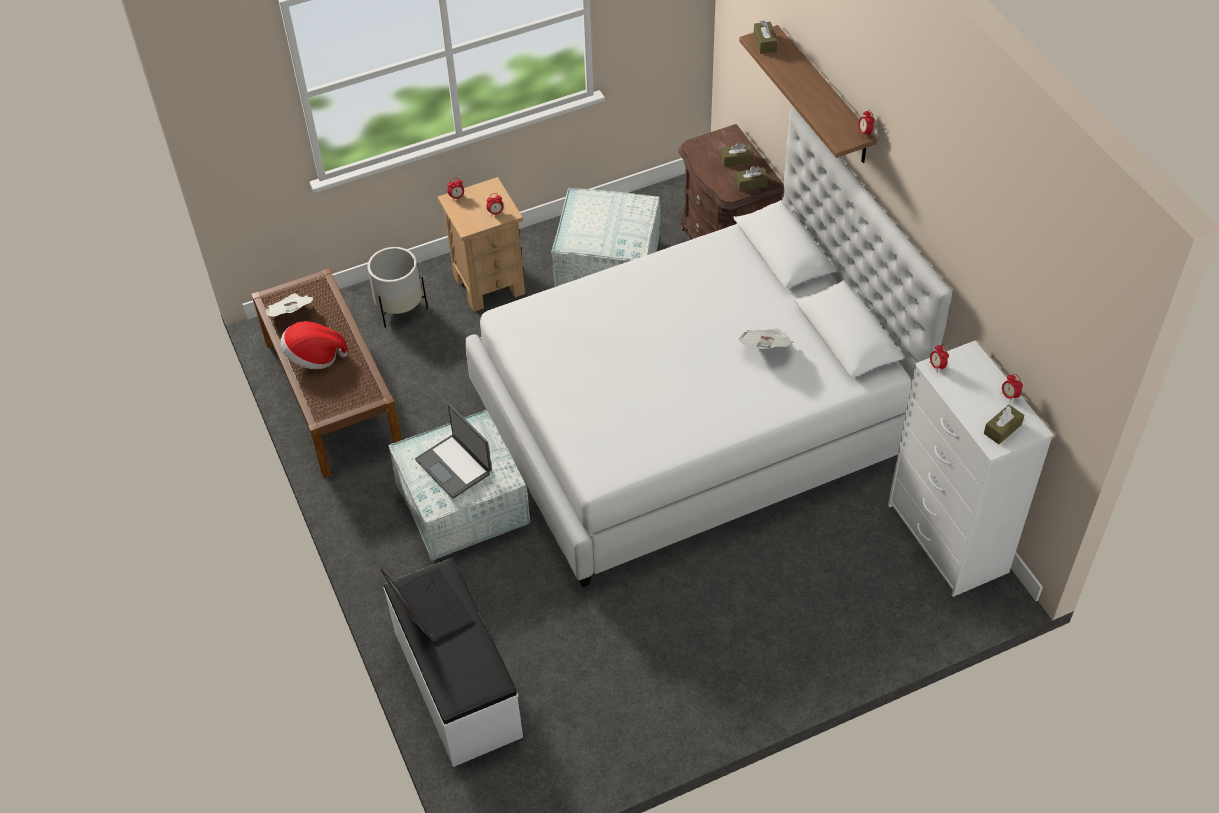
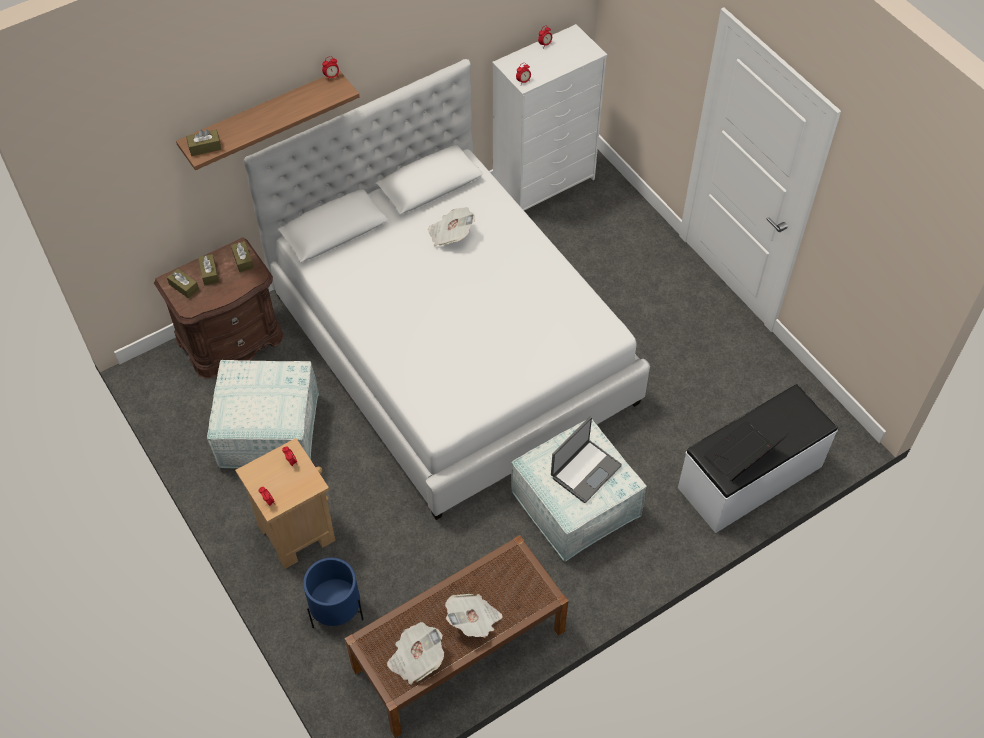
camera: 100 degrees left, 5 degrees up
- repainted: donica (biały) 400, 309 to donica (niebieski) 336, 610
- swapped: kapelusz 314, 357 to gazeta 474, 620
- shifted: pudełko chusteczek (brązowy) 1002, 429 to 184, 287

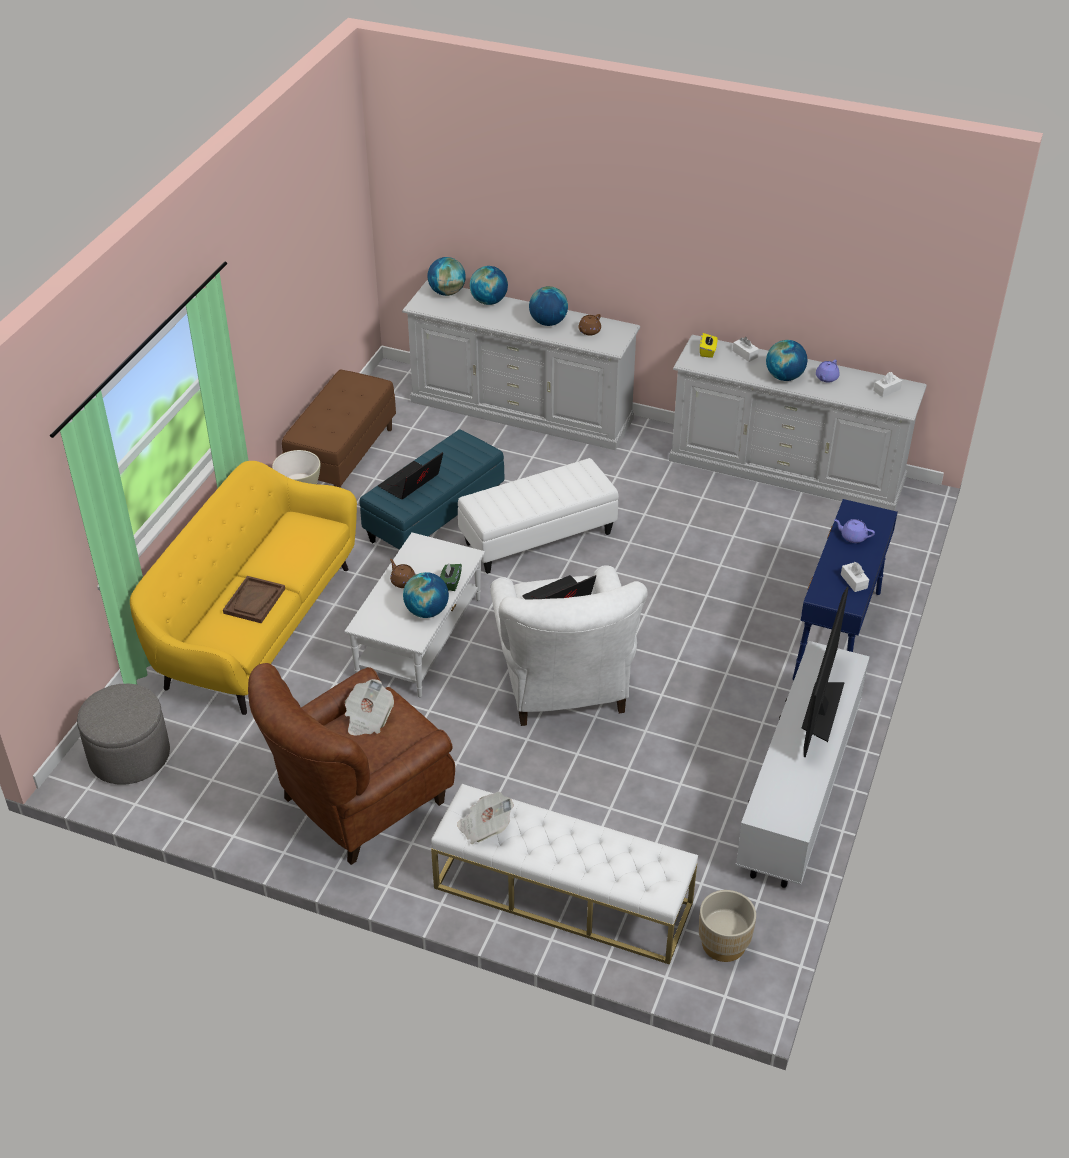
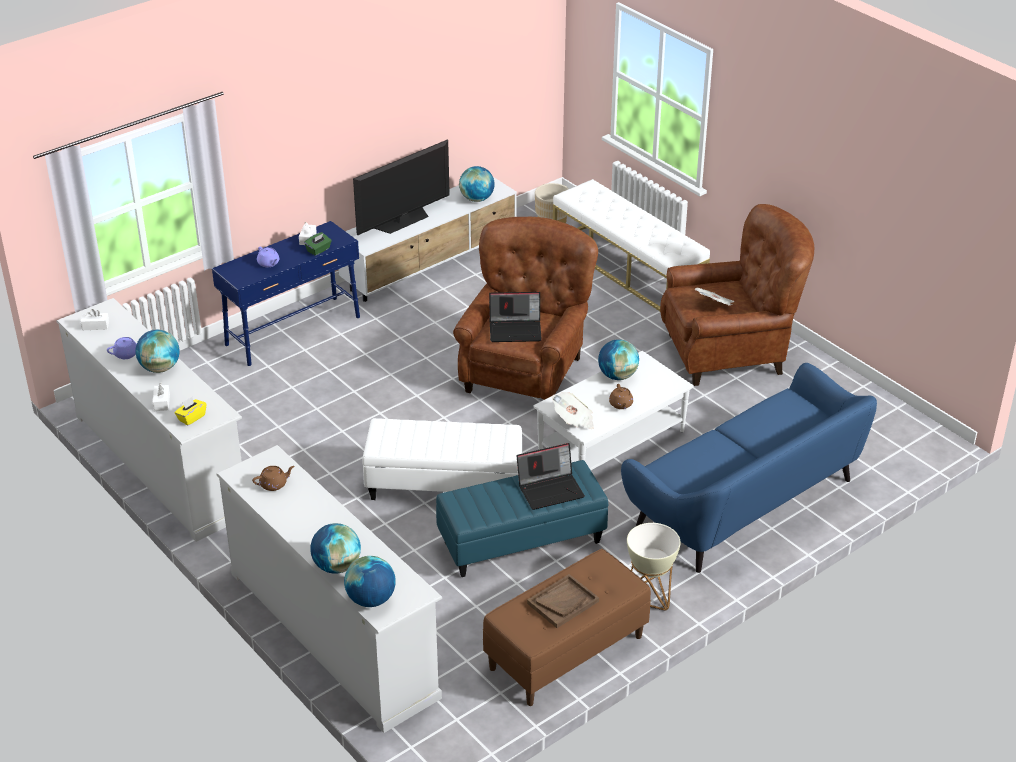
camera: 150 degrees left, 5 degrees down
- shifted: globus 548, 322 to 477, 199
- repainted: kanapa (żółty) 256, 626 to kanapa (niebieski) 747, 504
- shifted: pudełko chusteczek (zielony) 450, 583 to 318, 250
- repainted: fotel (biały) 564, 685 to fotel (brązowy) 525, 371
- shifted: taca (brązowy) 254, 601 to 563, 602
- gone: pufa (szary) 129, 756
- shifted: gazeta 485, 827 to 574, 420

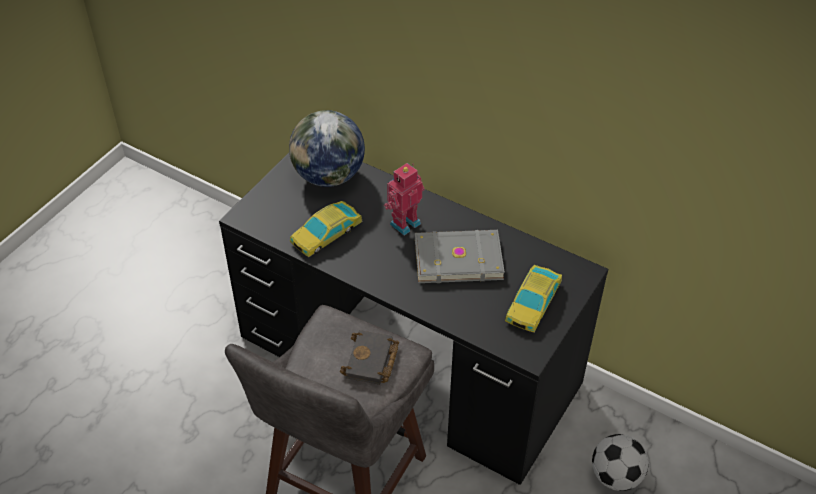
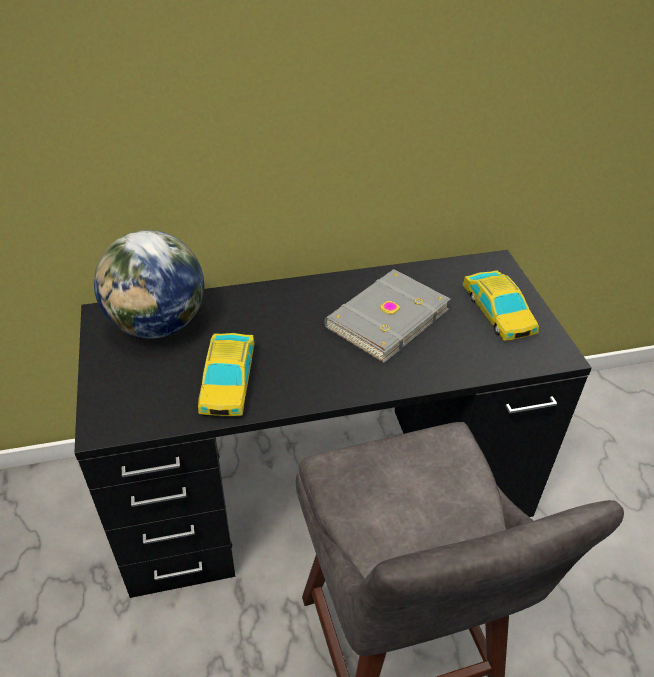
camera: 45 degrees left, 5 degrees down
- gone: robot zabawkowy 403, 223
- gone: książka (czarny) 371, 362
- gone: piłka futbolowa 616, 476

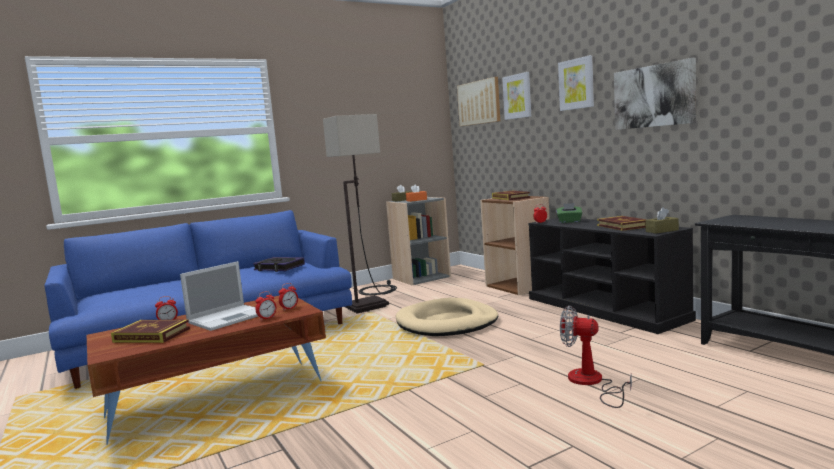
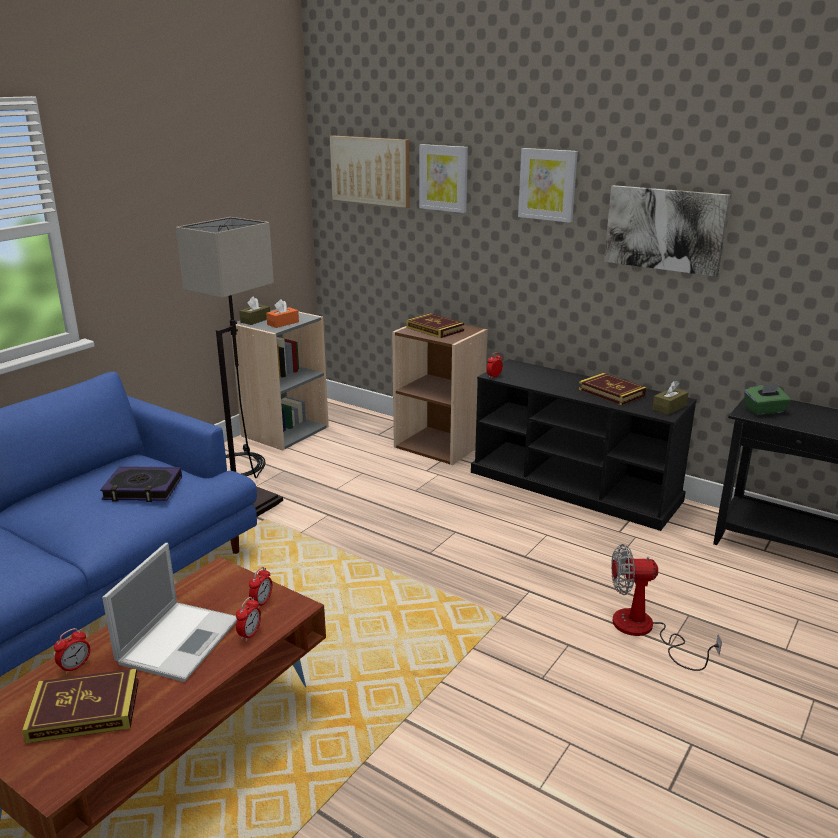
camera: 25 degrees left, 15 degrees up
- shifted: pudełko chusteczek (zielony) 569, 221 to 764, 411
- gone: legowisko (beżowy) 447, 323

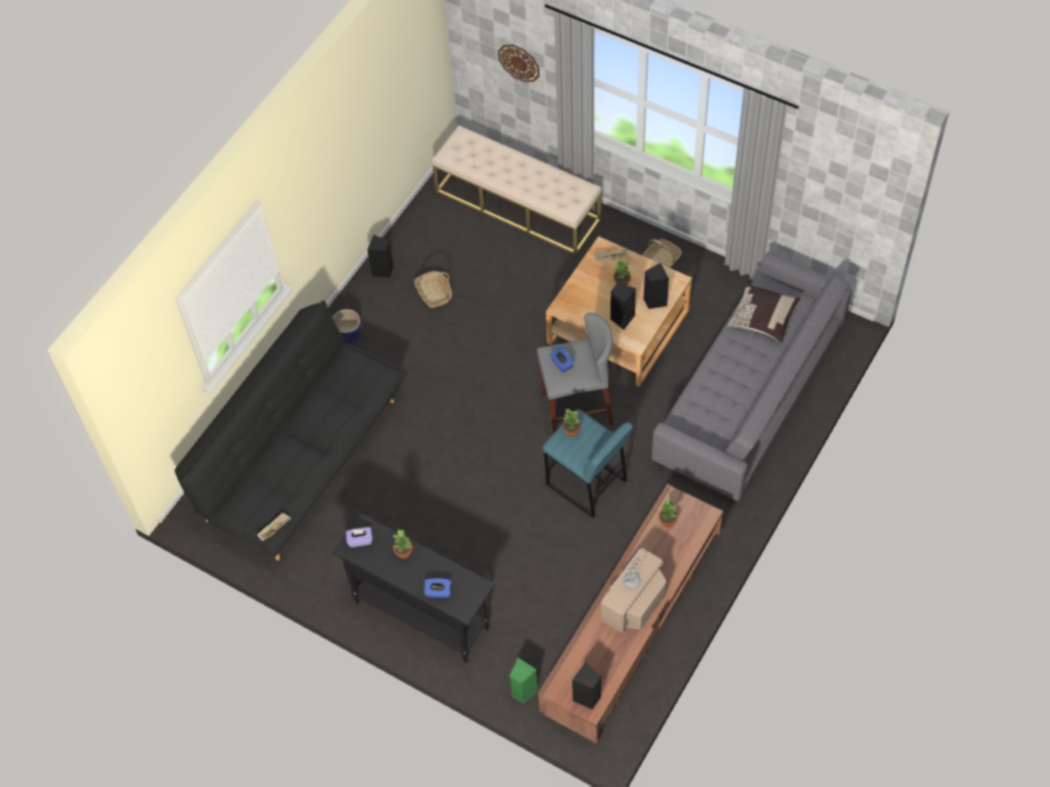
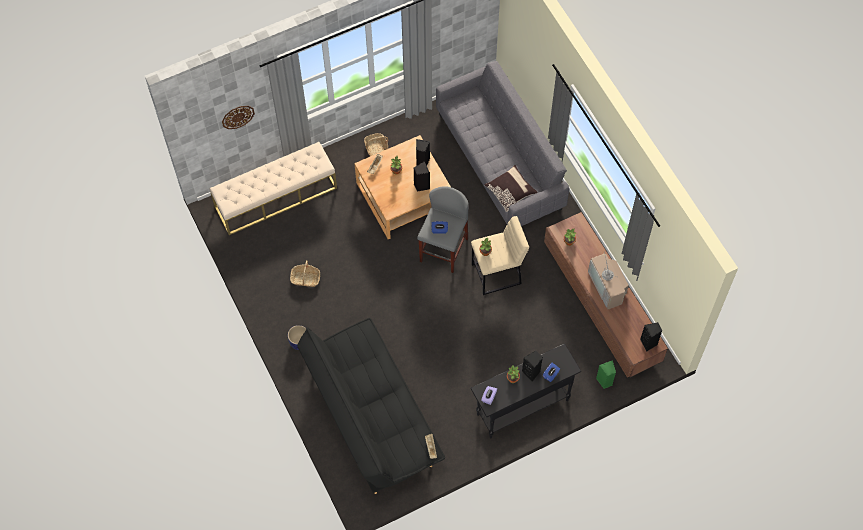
camera: 60 degrees left, 5 degrees up
- shifted: głośnik (czarny) 383, 271 to 532, 372
- shifted: poduszka 763, 318 to 510, 192
- repainted: stołek (niebieski) 588, 484 to stołek (beżowy) 497, 273

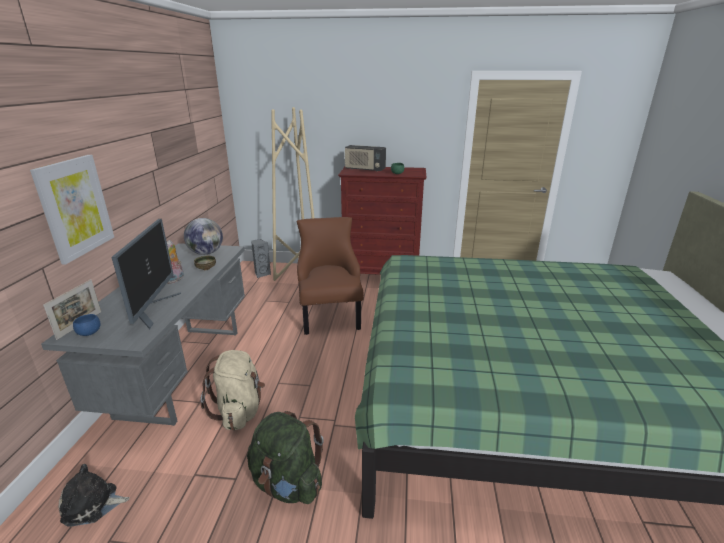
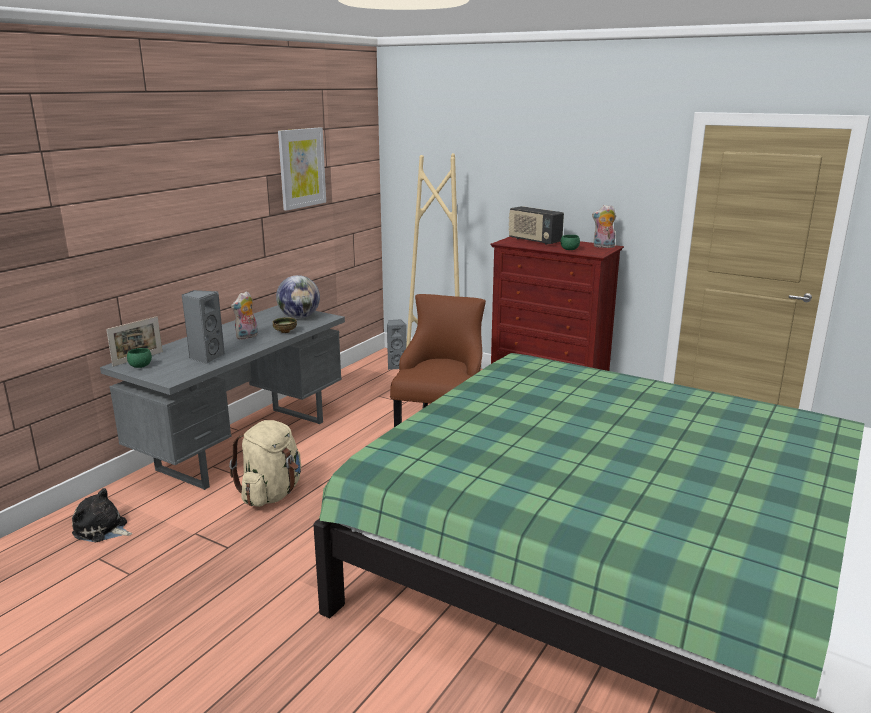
camera: 25 degrees right, 5 degrees down
- shifted: obraz 75, 207 to 301, 168
- swapped: monitor 153, 309 to głośnik (szary) 206, 357
- repainted: miska (niebieski) 89, 333 to miska (zielony) 140, 366
- gone: plecak (zielony) 287, 484
- new: pluszak 603, 247

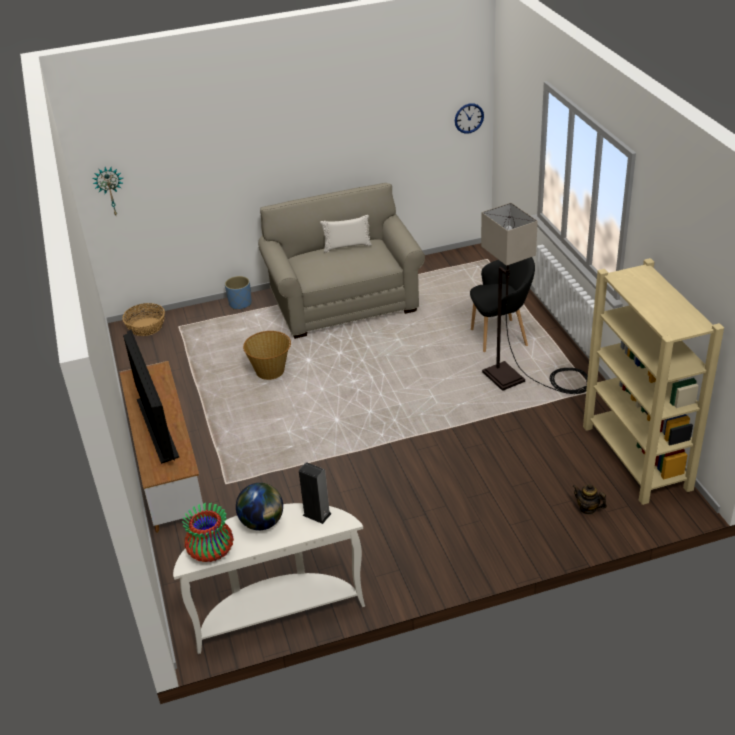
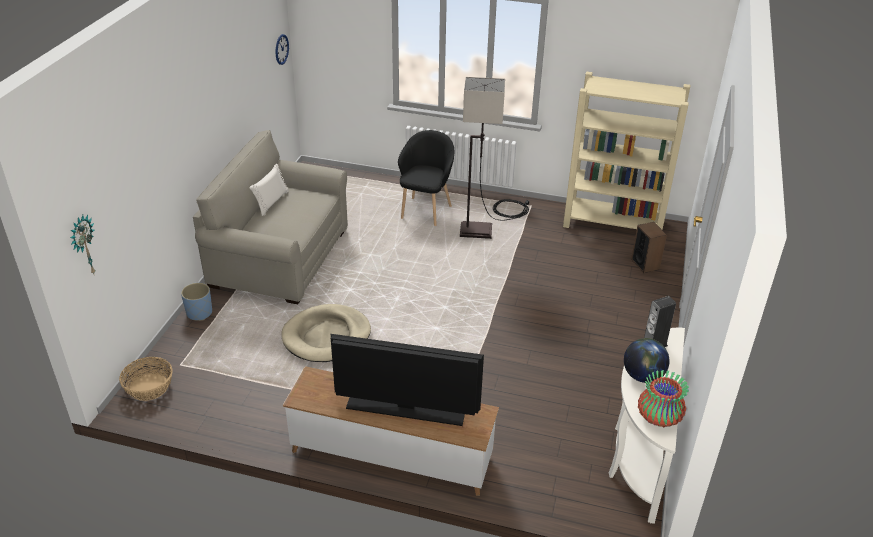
camera: 60 degrees left, 0 degrees up
- swapped: koszyk 270, 371 to legowisko (beżowy) 326, 336
- swapped: imbryk 588, 509 to głośnik 645, 264

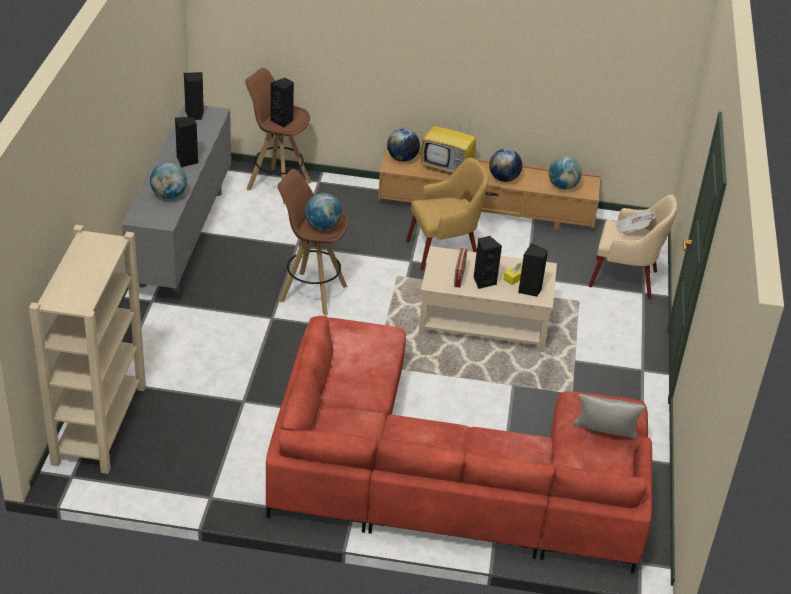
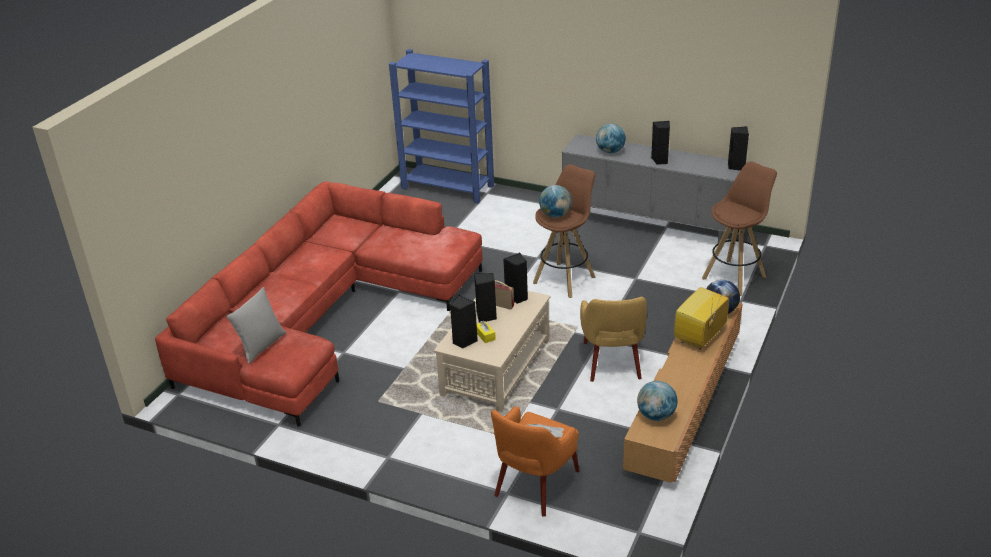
camera: 110 degrees right, 5 degrees down
- shifted: głośnik (czarny) 283, 121 to 517, 297
- gone: globus 504, 178
- repainted: fotel (beżowy) 625, 279 to fotel (pomarańczowy) 535, 484
- repainted: regał (beżowy) 99, 424 to regał (niebieski) 448, 187

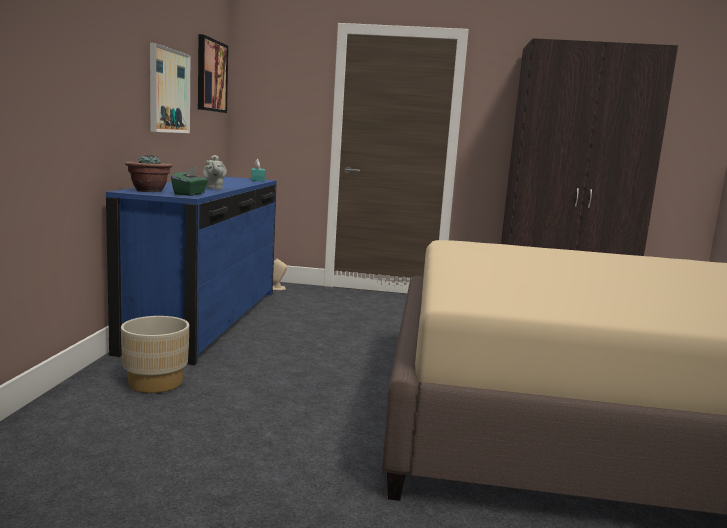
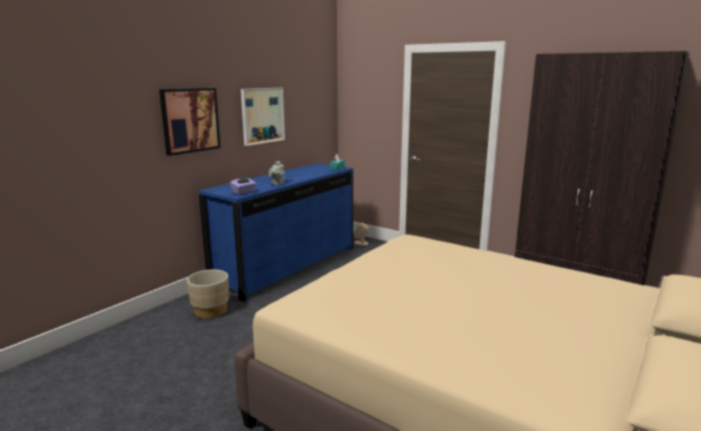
camera: 30 degrees right, 5 degrees up
- shifted: obraz 211, 76 to 190, 120
- gone: roślina doniczkowa 149, 191
- repainted: pudełko chusteczek (zielony) 190, 194 to pudełko chusteczek (fioletowy) 244, 193

